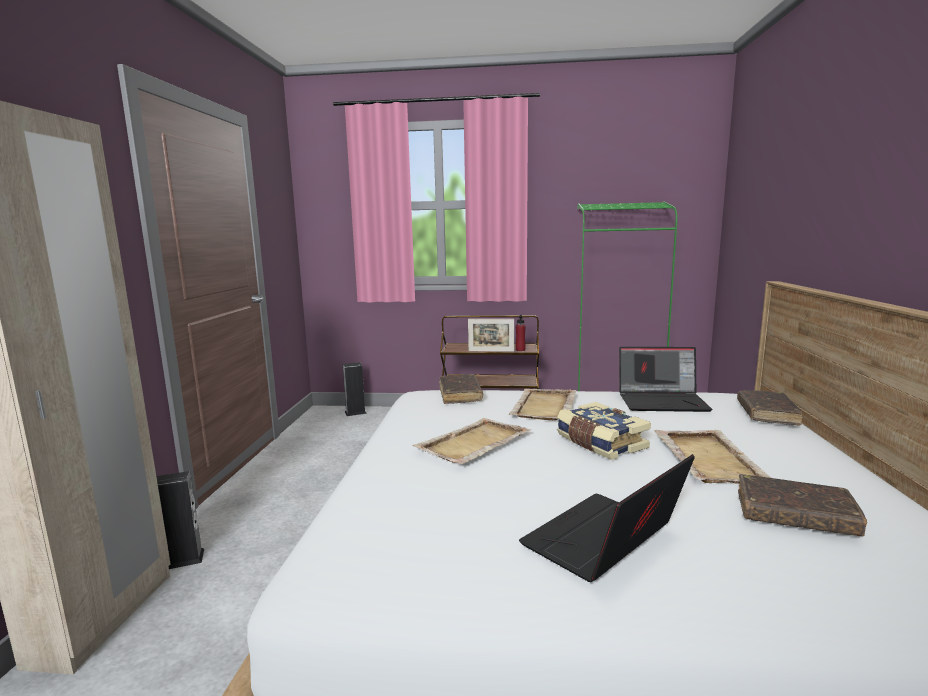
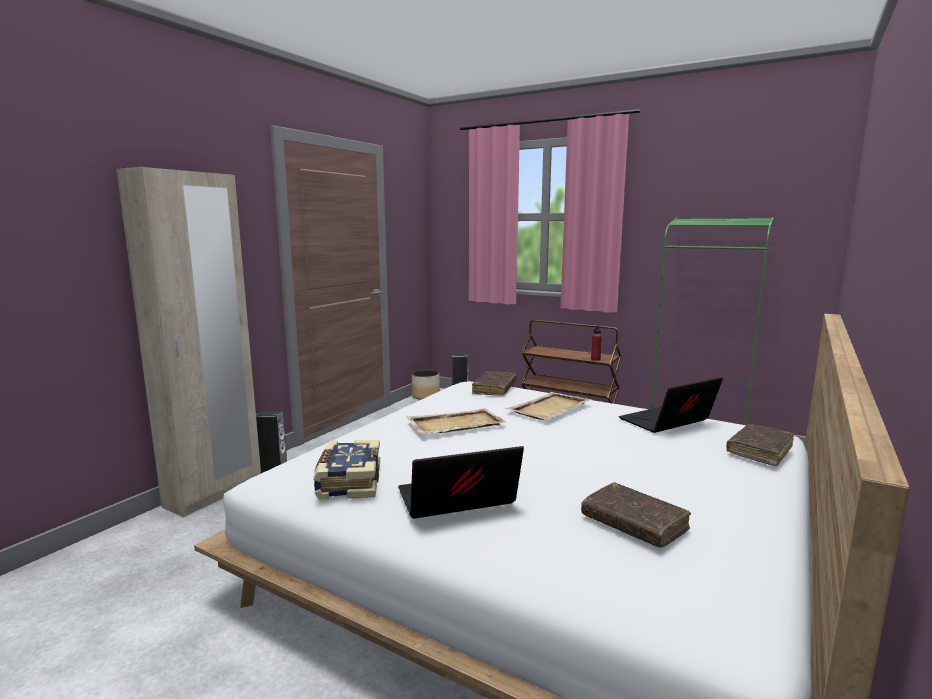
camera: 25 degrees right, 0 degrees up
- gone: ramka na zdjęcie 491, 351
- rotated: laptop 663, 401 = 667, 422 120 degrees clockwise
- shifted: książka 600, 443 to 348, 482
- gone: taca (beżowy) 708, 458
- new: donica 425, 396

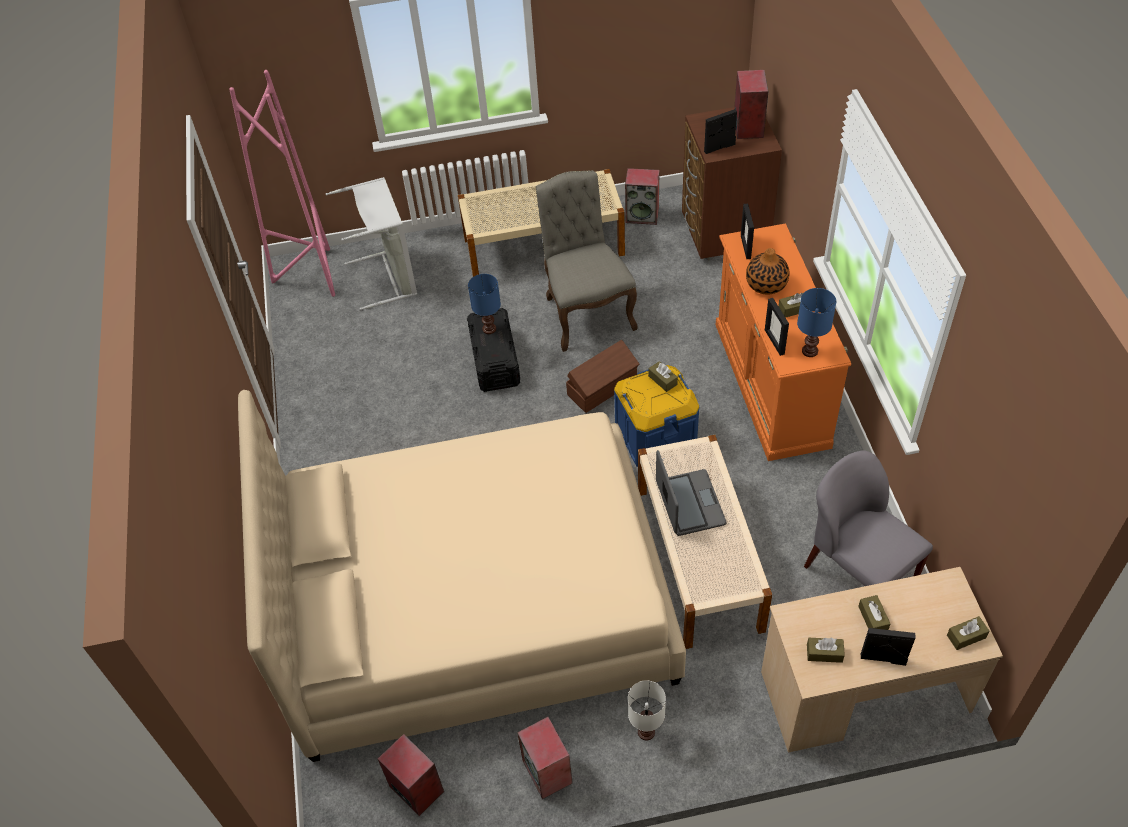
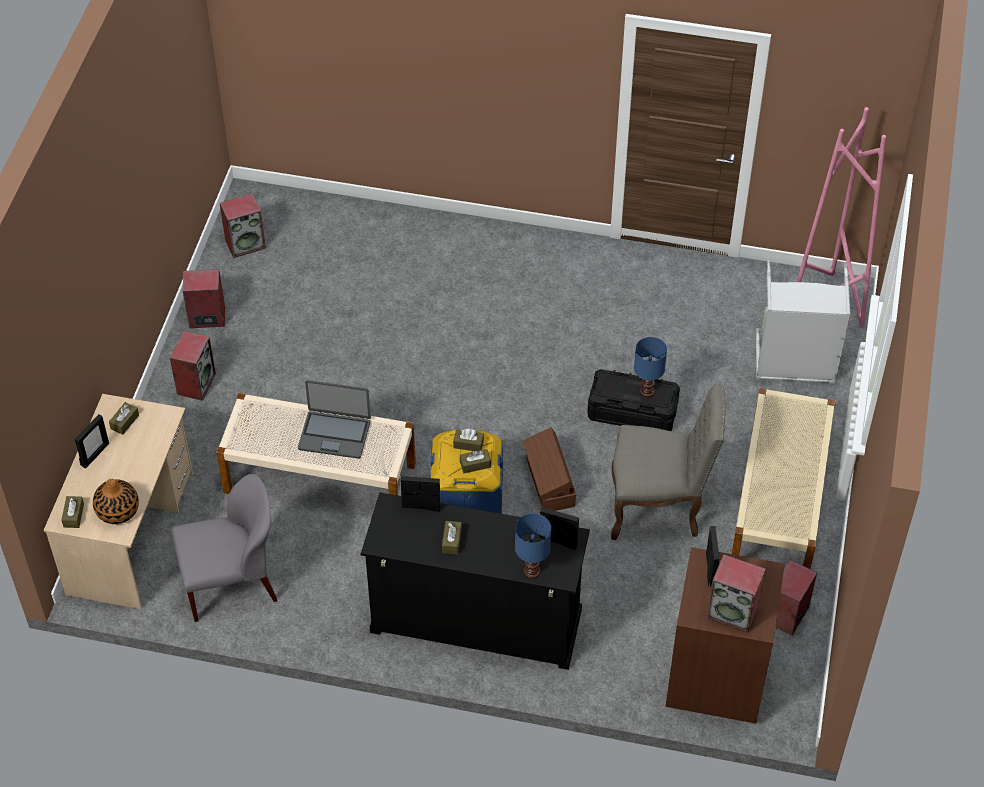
camera: 110 degrees right, 0 degrees up
- repainted: szafka (pomarańczowy) 771, 384 to szafka (czarny) 475, 621
- shifted: wazon 766, 284 to 118, 511
- shifted: lampa stołowa (niebieski) 810, 350 to 532, 572
- gone: łóżko (beżowy) 476, 602
- shifted: pudełko chusteczek (brązowy) 873, 618 to 468, 444
- swapped: lampa stołowa (biały) 645, 732 to głośnik 196, 383

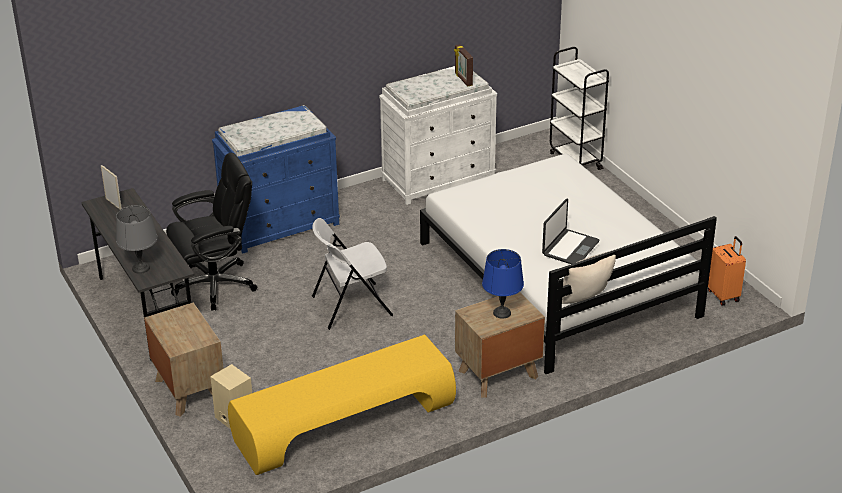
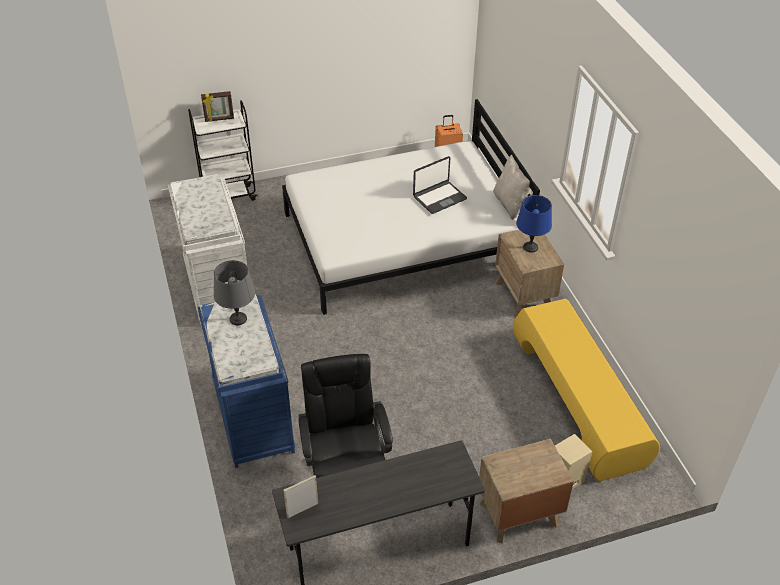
camera: 80 degrees left, 10 degrees up
- shifted: ramka na zdjęcie 463, 79 to 219, 119
- rotated: laptop 570, 248 = 439, 198 105 degrees clockwise
- shifted: lampa stołowa (szary) 140, 268 to 238, 319
- gone: krzesło (biały) 351, 305

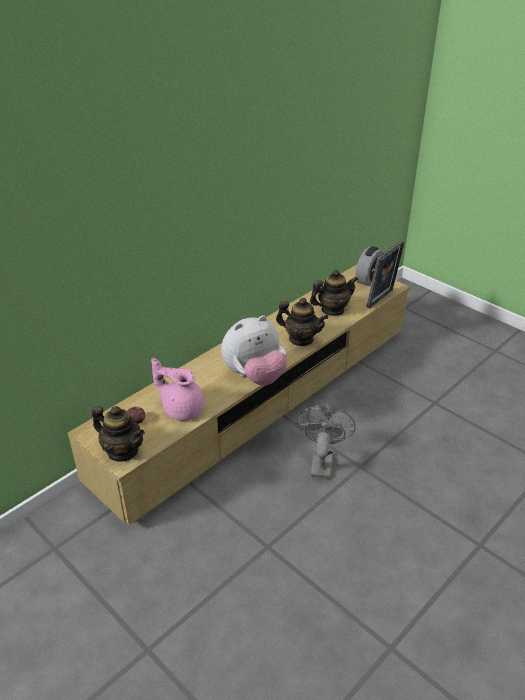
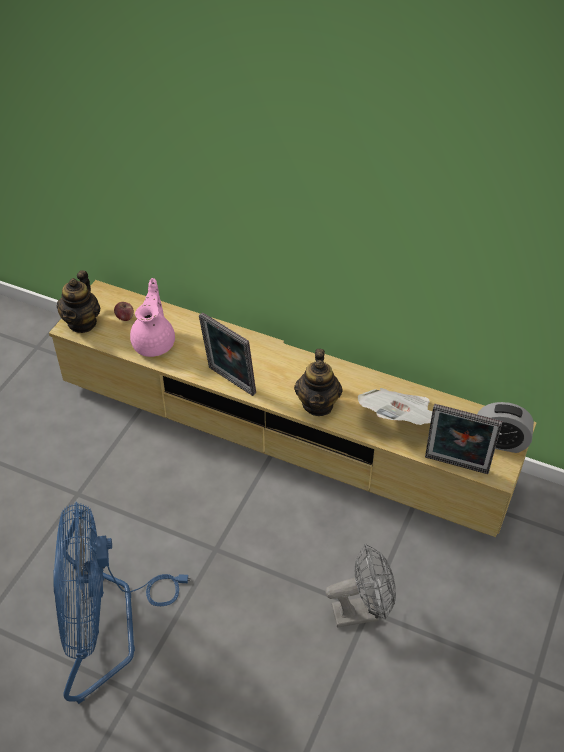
camera: 70 degrees right, 10 degrees up
- swapped: imbryk 332, 310 to gazeta 398, 419
- swapped: pluszak 255, 376 to ramka na zdjęcie 229, 382
- shifted: wentylator (szary) 322, 461 to 362, 611
- new: wentylator (niebieski) 108, 620

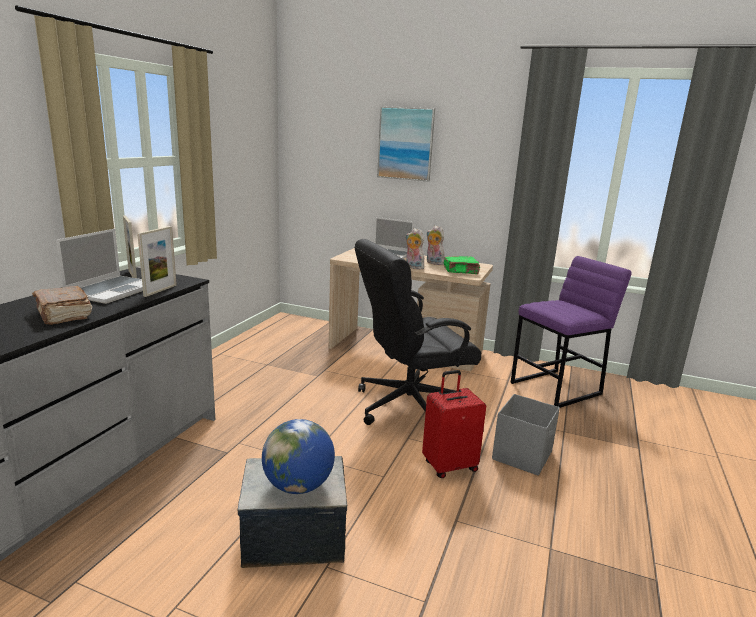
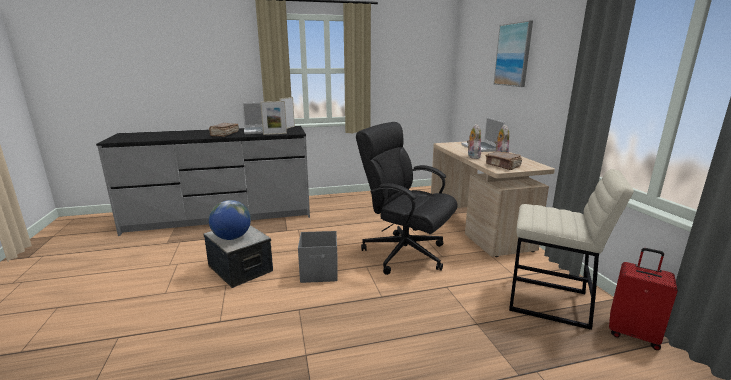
camera: 55 degrees right, 0 degrees up
- repainted: książka (zielony) 461, 271 to książka (brązowy) 503, 166
- repainted: krzesło (fioletowy) 557, 388 to krzesło (beżowy) 551, 302
- shifted: walizka (czerwony) 449, 466 to 633, 334
- shifted: pojemnik do przechowywania (szary) 523, 455 to 320, 273

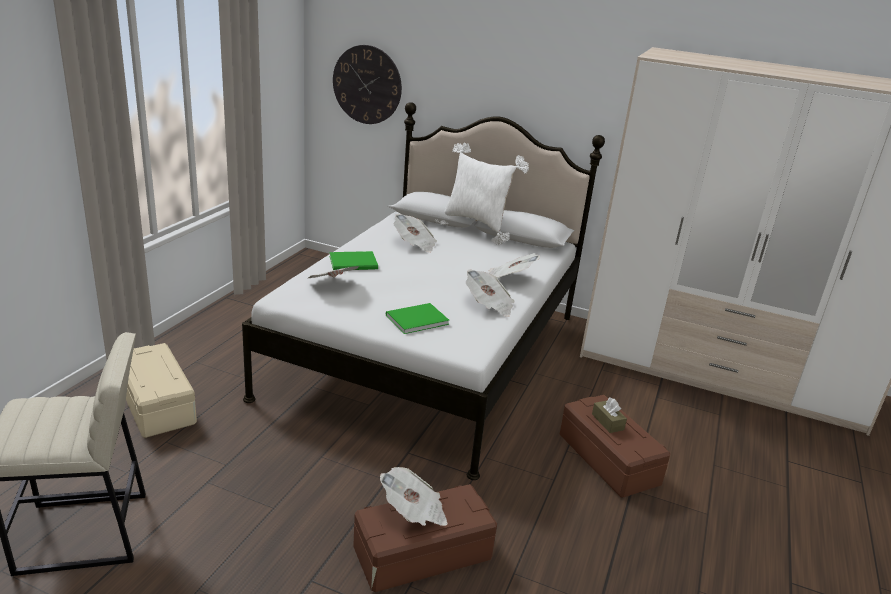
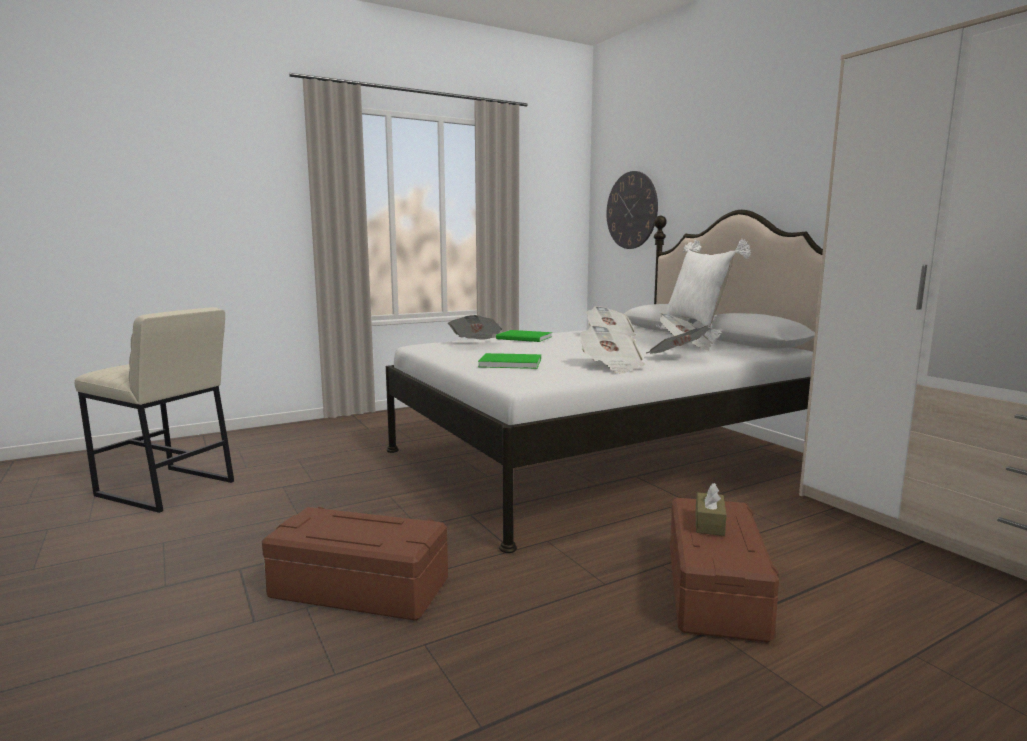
camera: 40 degrees right, 15 degrees down
- gone: pojemnik do przechowywania (beżowy) 158, 404
- shifted: gazeta 414, 512 to 685, 346

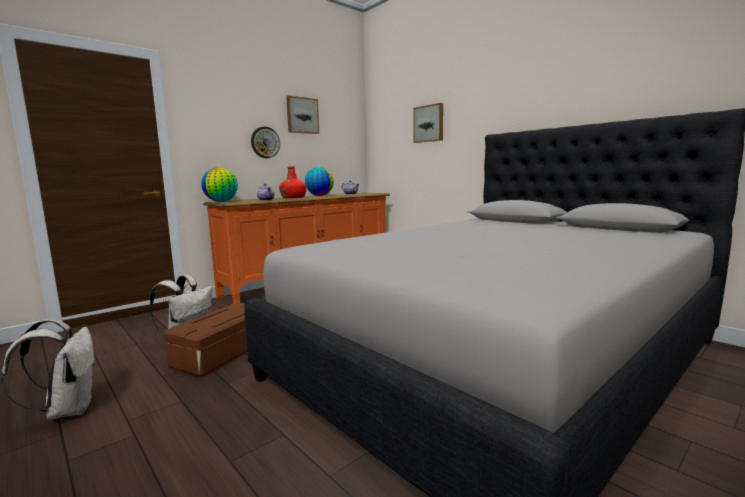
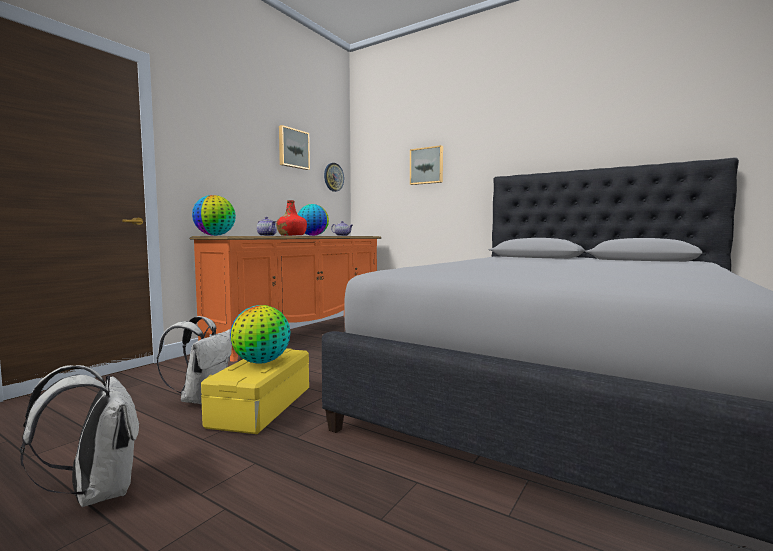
camera: 15 degrees left, 5 degrees down
- shifted: zegar ścienny 265, 142 to 333, 177
- repainted: pojemnik do przechowywania (brązowy) 223, 352 to pojemnik do przechowywania (żółty) 262, 407
- new: globus 262, 362

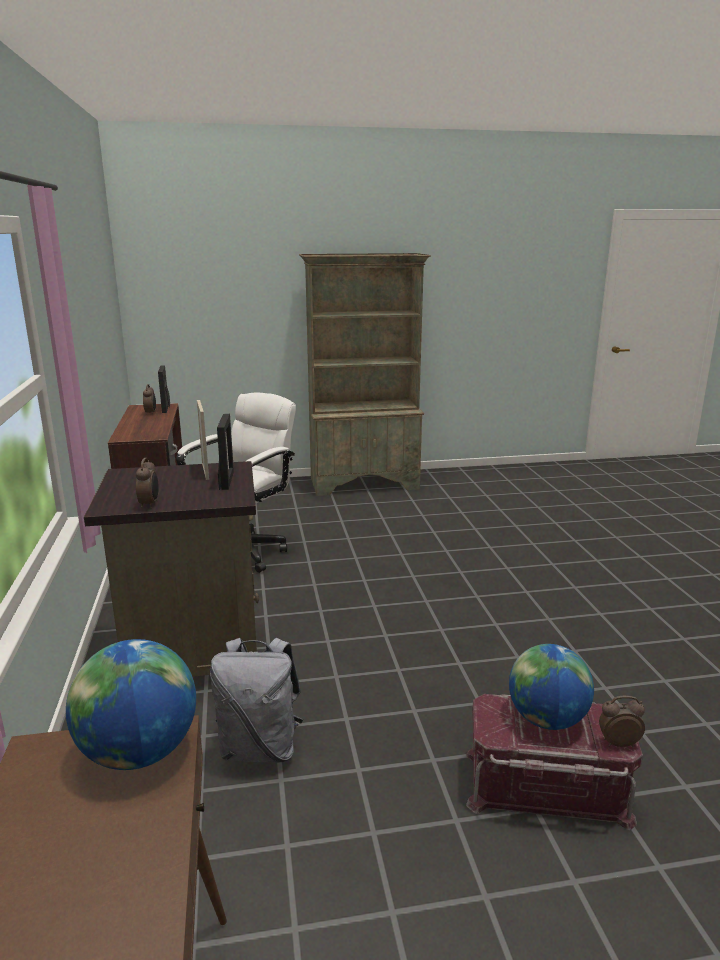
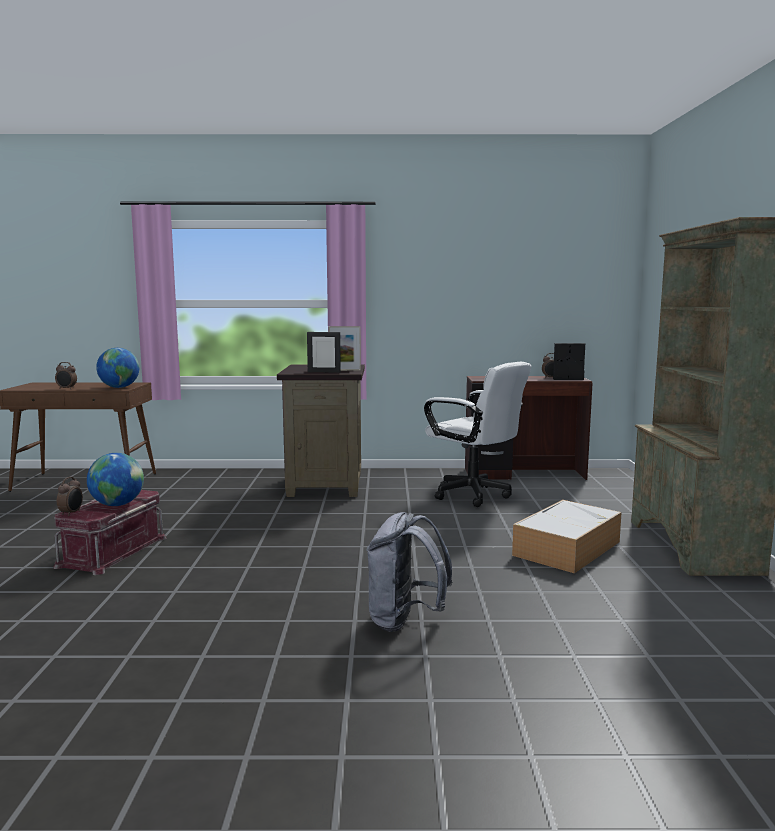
camera: 100 degrees right, 10 degrees down
- shifted: budzik 150, 504 to 66, 389
- shifted: plecak (szary) 260, 748 to 405, 621
- new: pojemnik do przechowywania 567, 548

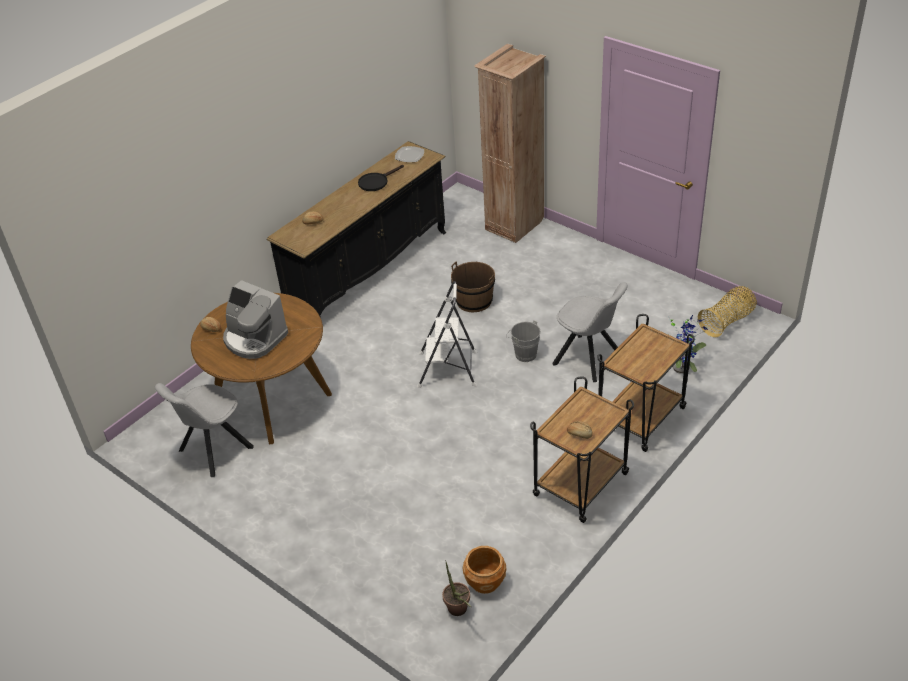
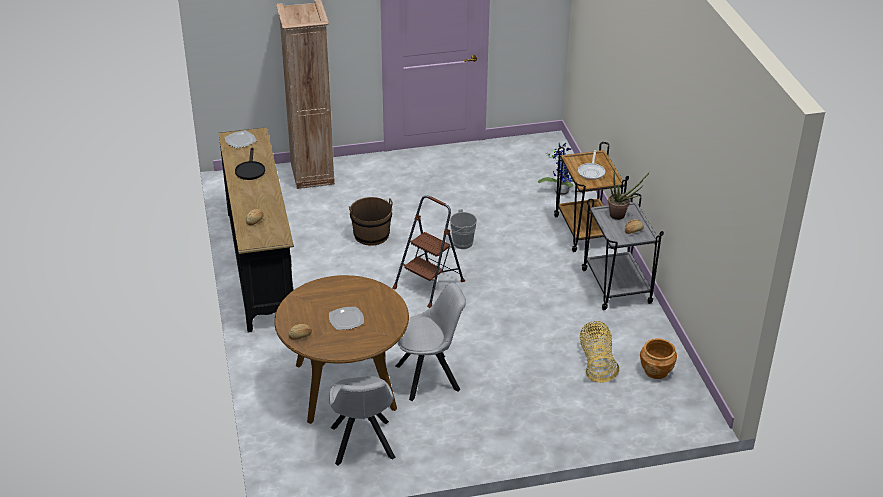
camera: 55 degrees left, 5 degrees down
- swapped: ekspres do kawy 254, 339 to talerz 346, 319
- repainted: drabinka (biały) 449, 369 to drabinka (brązowy) 430, 283
- shifted: krzesło (szary) 588, 358 to 429, 377
- shifted: koszyk 727, 321 to 597, 362
- repainted: wózek (brązowy) 579, 485 to wózek (szary) 616, 287
- shifted: roślina doniczkowa 459, 611 to 621, 215
- new: patelnia 591, 172

